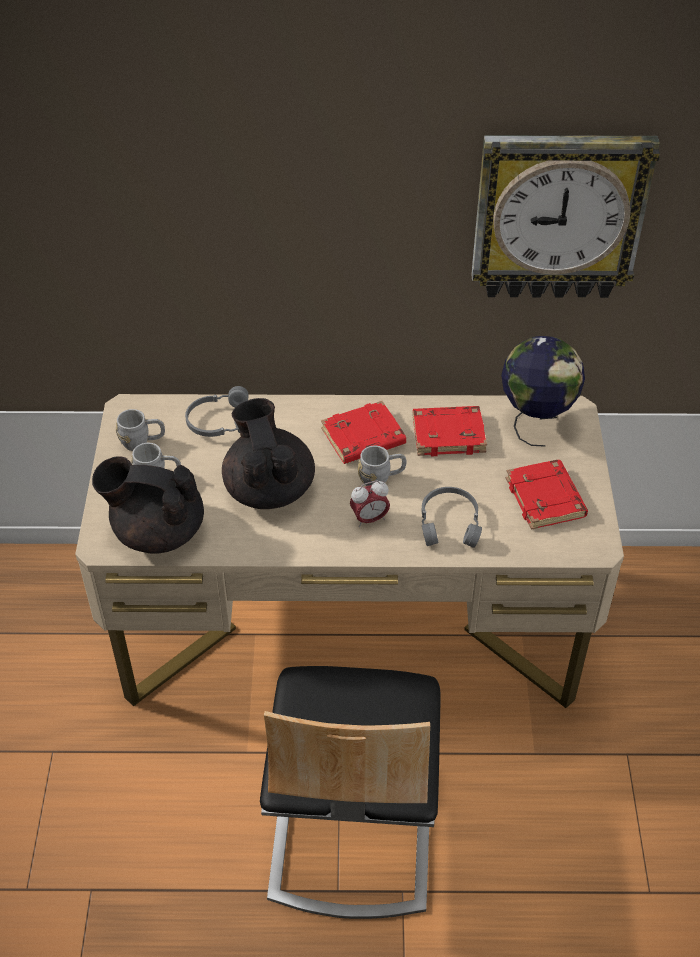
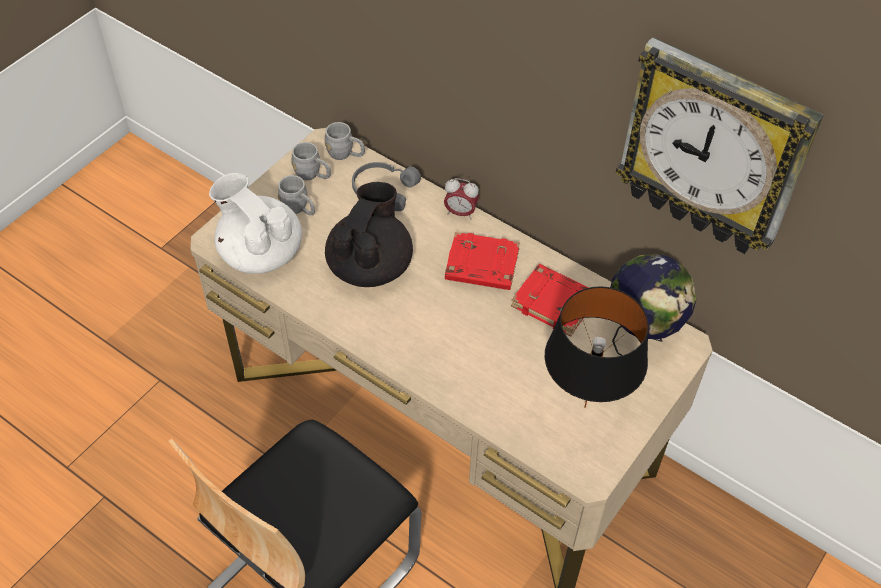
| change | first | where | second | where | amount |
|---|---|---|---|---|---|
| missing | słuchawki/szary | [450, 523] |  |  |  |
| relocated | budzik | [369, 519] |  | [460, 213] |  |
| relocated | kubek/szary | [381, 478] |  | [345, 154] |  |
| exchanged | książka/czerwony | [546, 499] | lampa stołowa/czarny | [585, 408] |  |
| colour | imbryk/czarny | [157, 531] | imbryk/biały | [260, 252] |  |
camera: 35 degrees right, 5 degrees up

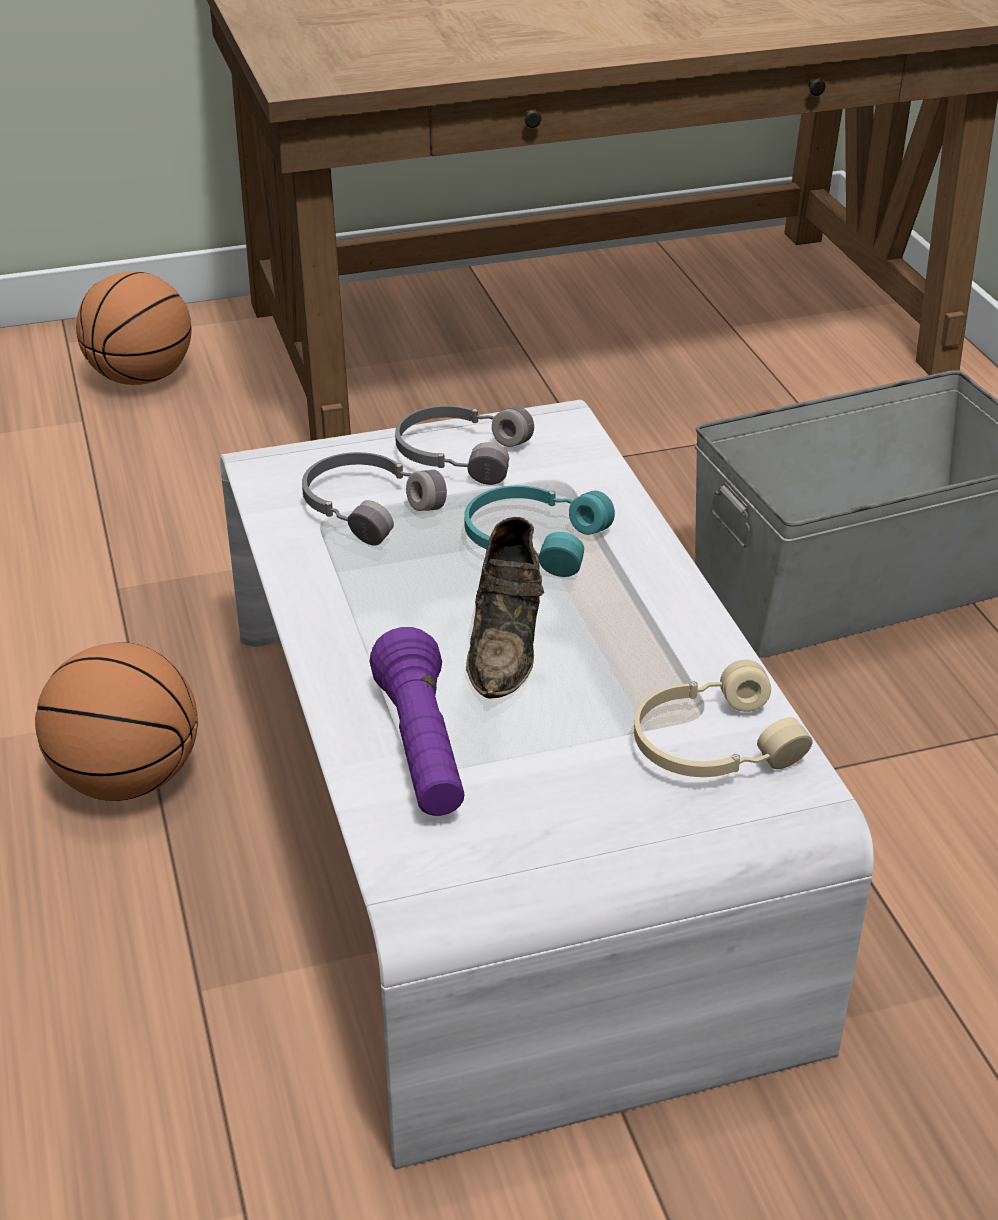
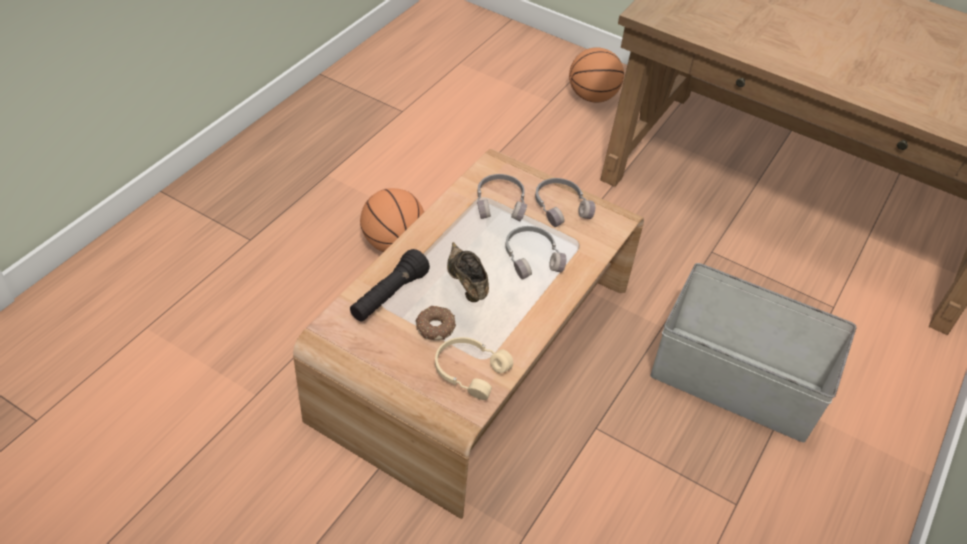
| change | first | where | second | where | amount |
|---|---|---|---|---|---|
| appeared |  |  | donut | [435, 327] |  |
| colour | ława/biały | [499, 820] | ława/brązowy | [476, 351] |  |
| colour | latarka/fioletowy | [422, 749] | latarka/czarny | [389, 296] |  |
| colour | słuchawki/turkusowy | [533, 540] | słuchawki/szary | [532, 257] |  |
| spun | but/brązowy | [506, 642] |  | [466, 284] | 105 degrees clockwise |
camera: 45 degrees right, 10 degrees up

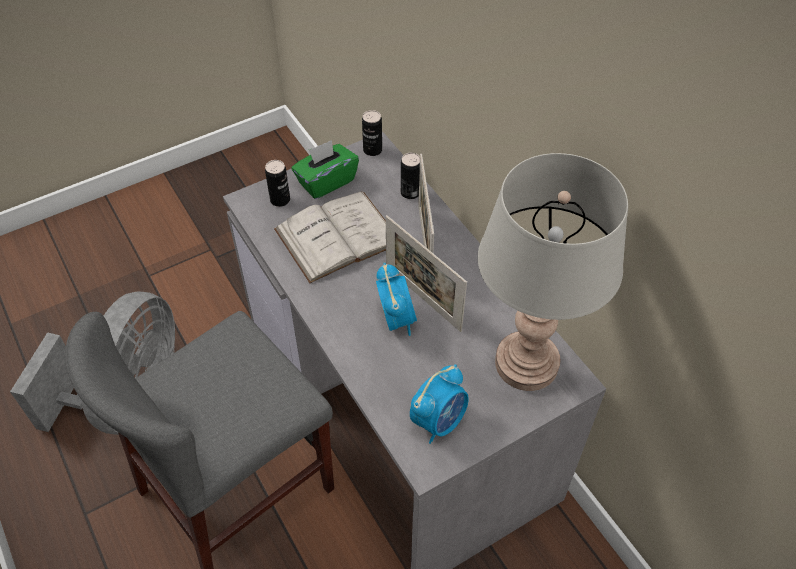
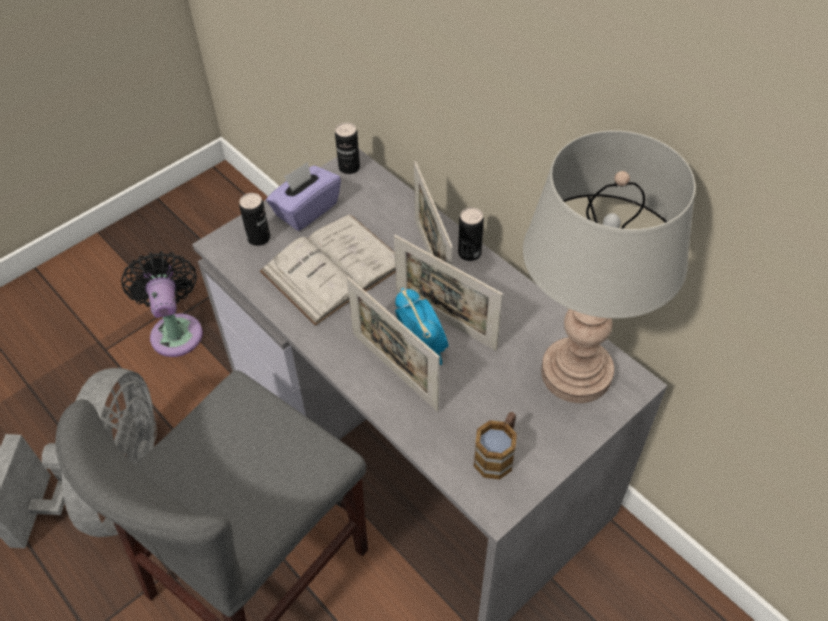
| change | first | where | second | where | amount |
|---|---|---|---|---|---|
| appeared |  |  | wentylator/czarny | [176, 330] |  |
| appeared |  |  | ramka na zdjęcie | [394, 371] |  |
| relocated | puszka | [410, 192] |  | [469, 253] |  |
| exchanged | budzik | [439, 421] | kubek | [497, 454] |  |
| colour | pudełko chusteczek/zielony | [326, 182] | pudełko chusteczek/fioletowy | [306, 210] |  |
camera: 10 degrees left, 0 degrees up

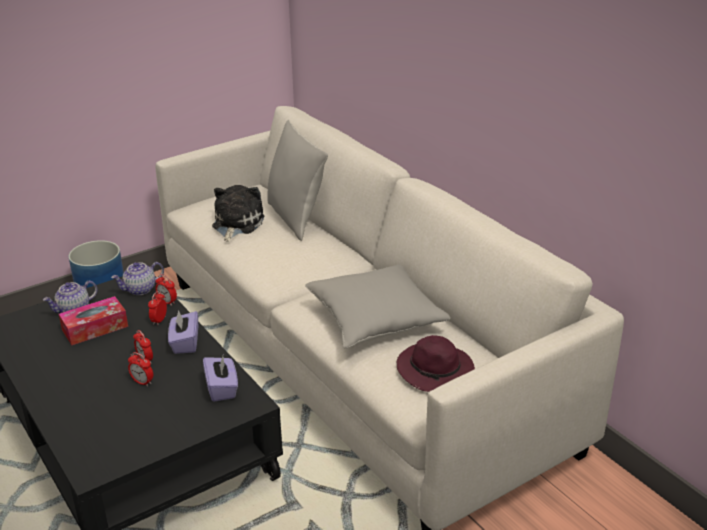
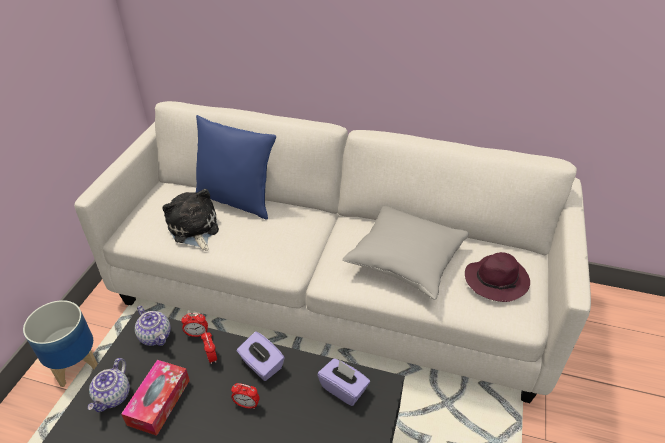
| change | first | where | second | where | amount |
|---|---|---|---|---|---|
| missing | budzik | [142, 382] |  |  |  |
| colour | poduszka/szary | [296, 218] | poduszka/niebieski | [237, 200] |  |
| spun | imbryk | [140, 289] |  | [156, 336] | 60 degrees counterclockwise |
camera: 40 degrees left, 10 degrees up

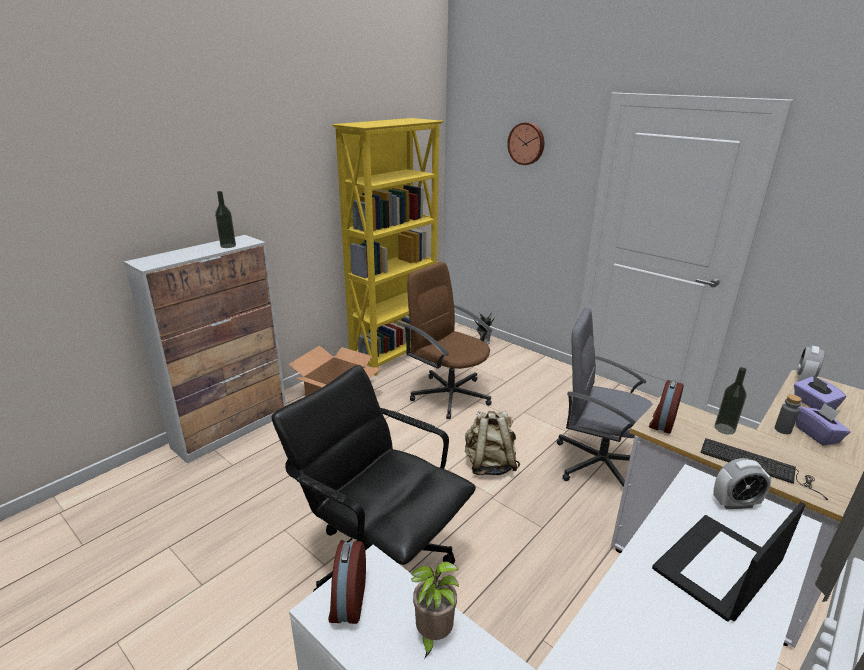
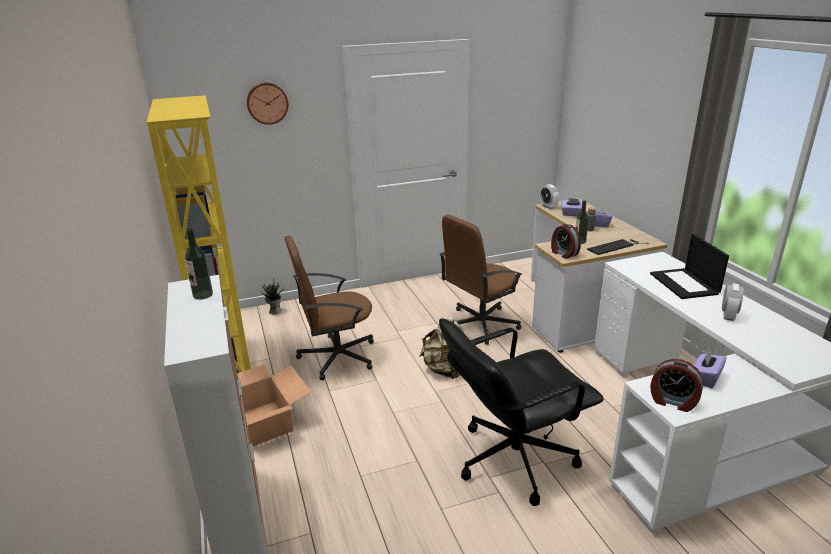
| change | first | where | second | where | amount |
|---|---|---|---|---|---|
| relocated | budzik | [735, 503] |  | [728, 315] |  |
| exchanged | roślina doniczkowa | [432, 636] | pudełko chusteczek/fioletowy | [705, 378] |  |
| colour | krzesło biurowe/szary | [599, 463] | krzesło biurowe/brązowy | [480, 324] |  |
camera: 60 degrees left, 0 degrees up

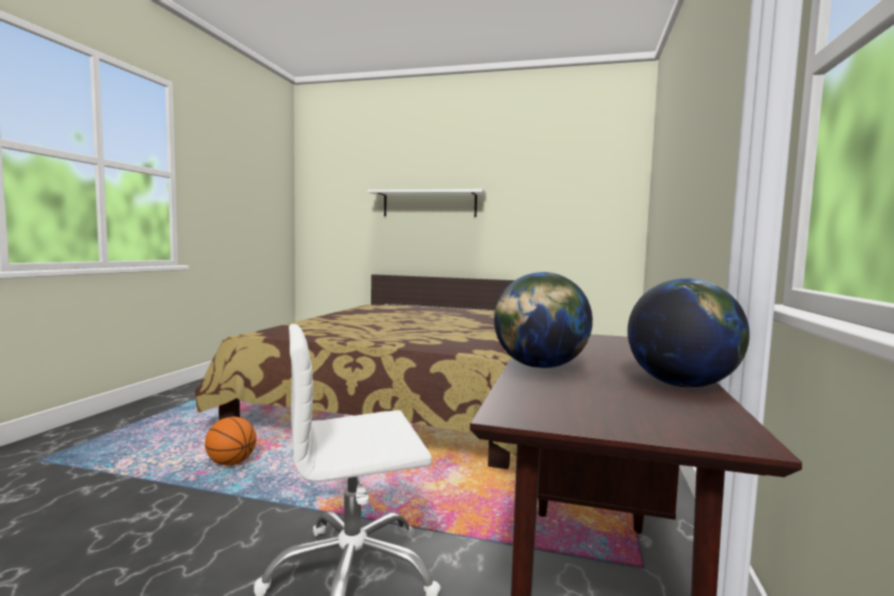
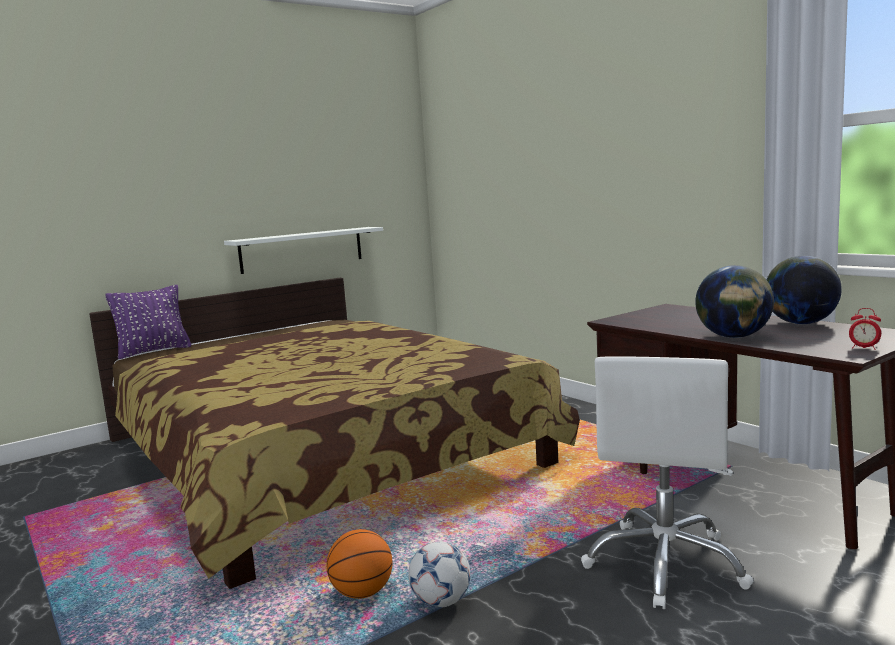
| change | first | where | second | where | amount |
|---|---|---|---|---|---|
| appeared |  |  | poduszka/fioletowy | [154, 351] |  |
| appeared |  |  | piłka futbolowa | [441, 602] |  |
| appeared |  |  | budzik | [864, 348] |  |
| relocated | półka/biały | [429, 204] |  | [302, 249] |  |
camera: 50 degrees left, 5 degrees up

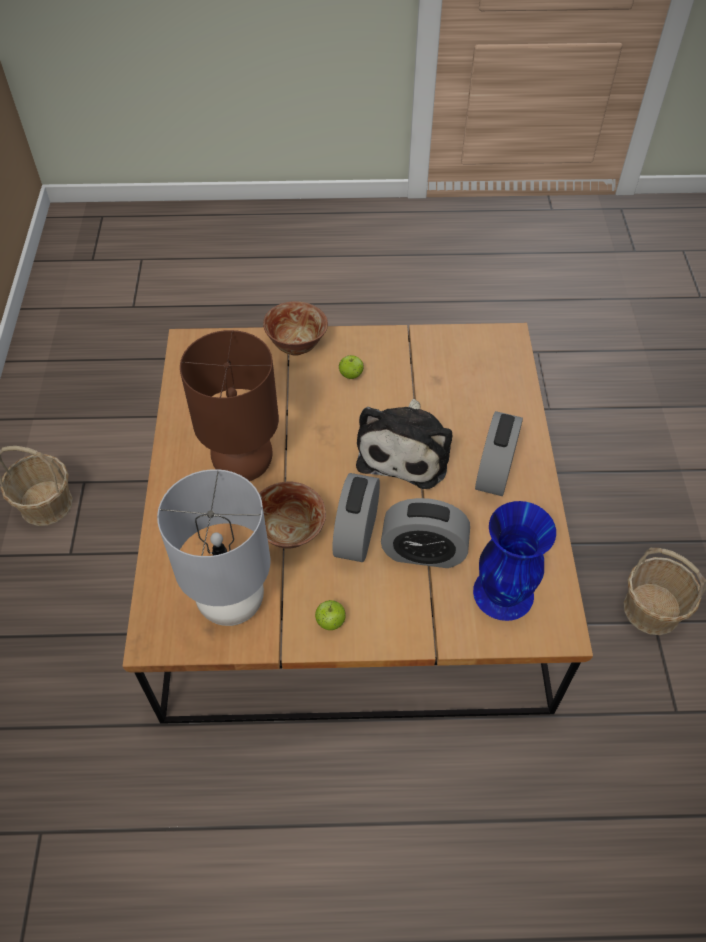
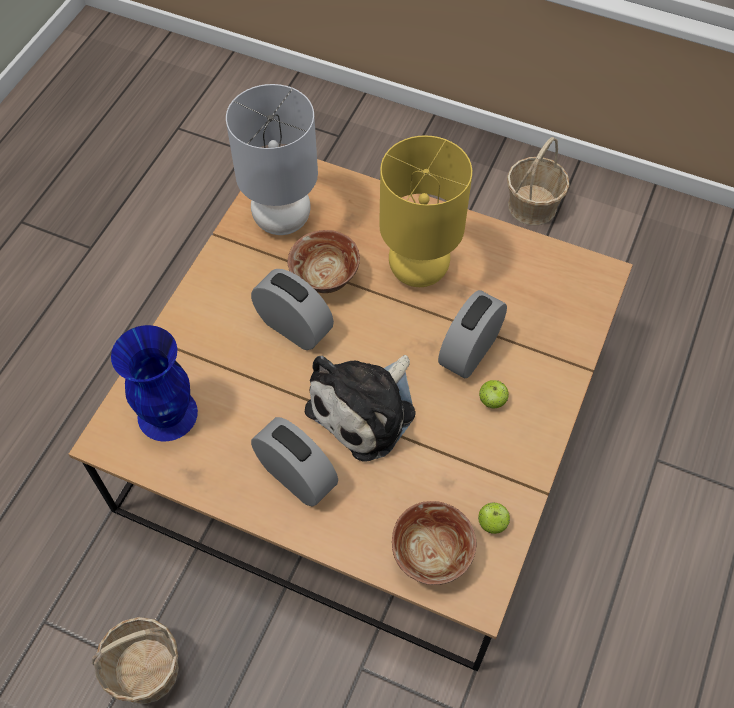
| change | first | where | second | where | amount |
|---|---|---|---|---|---|
| relocated | miska | [296, 345] |  | [431, 555] |  |
| relocated | jabłko | [330, 622] |  | [492, 523] |  |
| relocated | budzik | [423, 552] |  | [469, 351] |  |
| colour | lampa stołowa/brązowy | [243, 464] | lampa stołowa/żółty | [419, 270] |  |
| spun | pluszak | [406, 450] |  | [366, 408] | 90 degrees counterclockwise |
camera: 115 degrees right, 5 degrees up

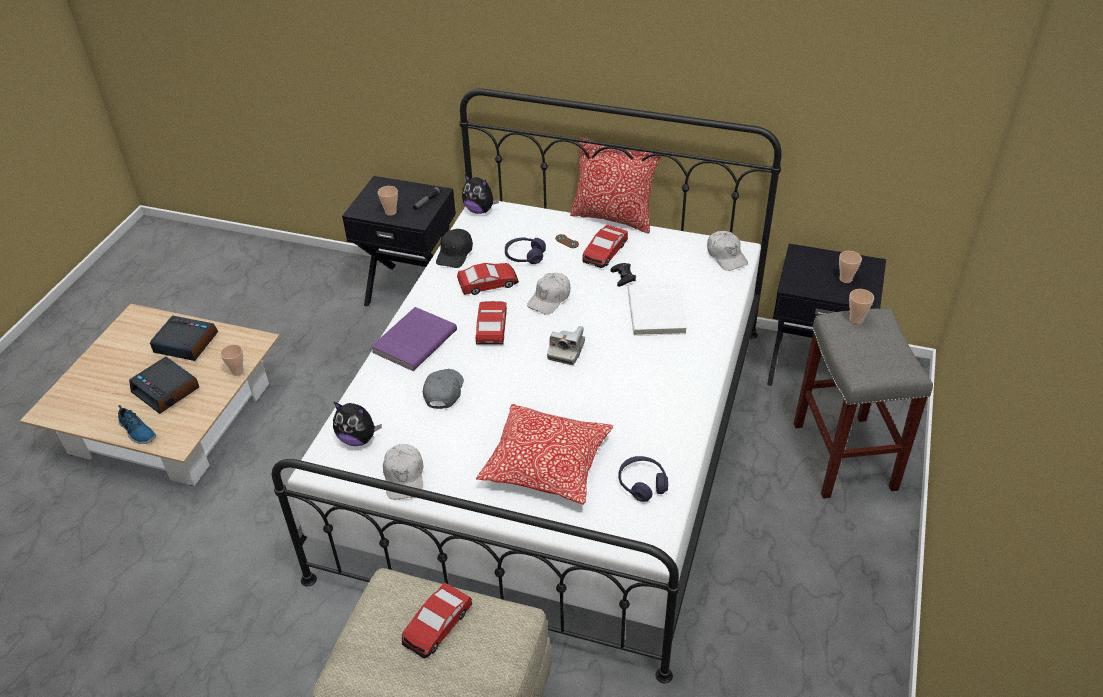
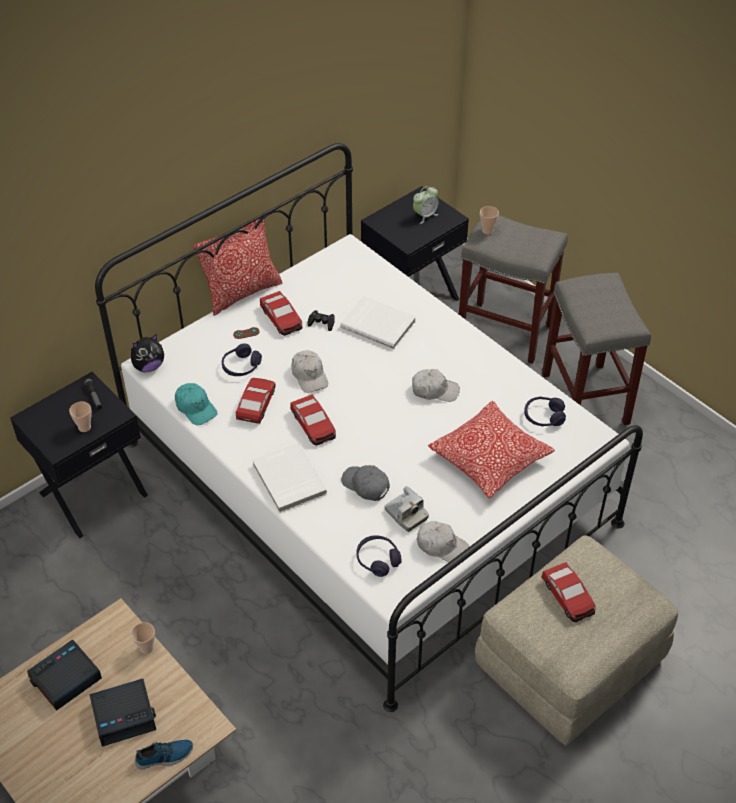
| change | first | where | second | where | amount |
|---|---|---|---|---|---|
| appeared |  |  | stołek/szary | [586, 399] |  |
| relocated | aparat fotograficzny | [566, 351] |  | [406, 514] |  |
| relocated | czapka z daszkiem/biały | [726, 256] |  | [434, 390] |  |
| exchanged | pluszak | [358, 438] | słuchawki/fioletowy | [378, 560] |  |
| exchanged | filiżanka | [845, 279] | budzik | [425, 215] |  |
| colour | książka/fioletowy | [413, 341] | książka/biały | [287, 480] |  |
| colour | czapka z daszkiem/czarny | [455, 254] | czapka z daszkiem/turkusowy | [195, 408] |  |
| spun | samochodzik | [491, 327] |  | [313, 425] | 150 degrees counterclockwise |
camera: 60 degrees left, 5 degrees up

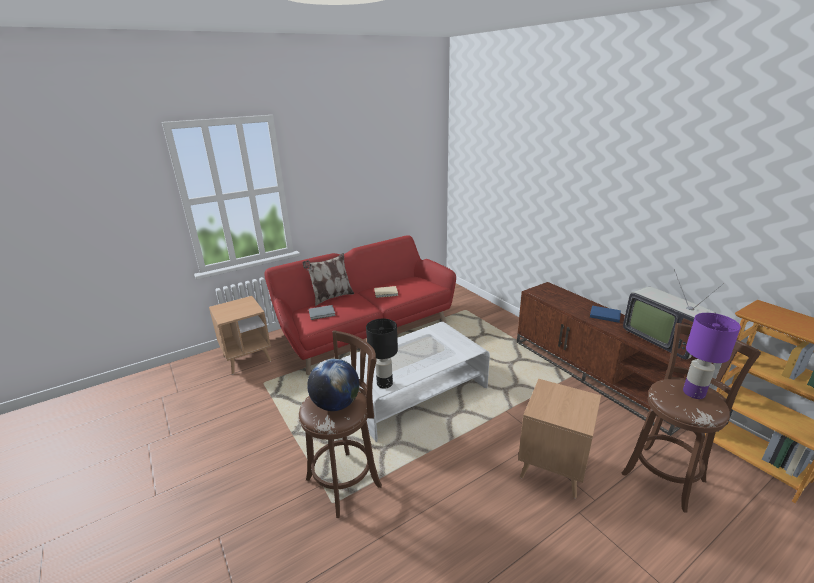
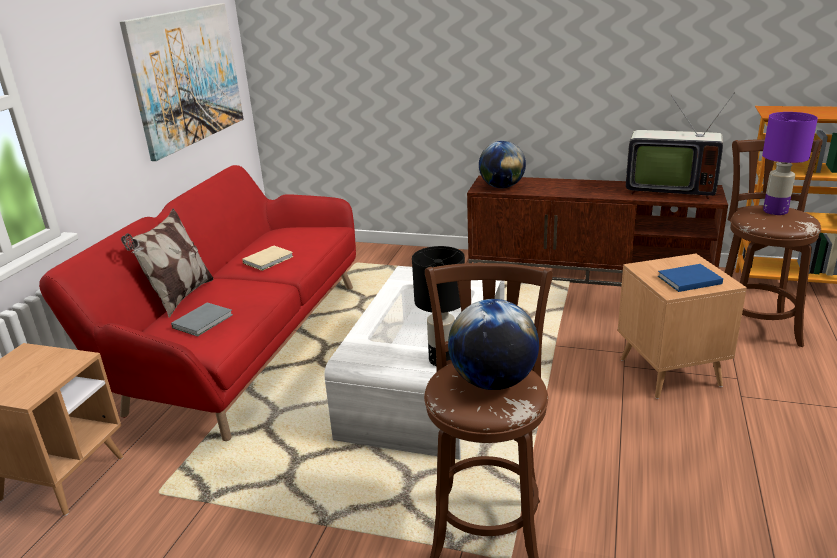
| change | first | where | second | where | amount |
|---|---|---|---|---|---|
| appeared |  |  | obraz | [187, 77] |  |
| appeared |  |  | globus | [502, 187] |  |
| relocated | książka/niebieski | [604, 315] |  | [687, 280] |  |
camera: 40 degrees left, 0 degrees up

